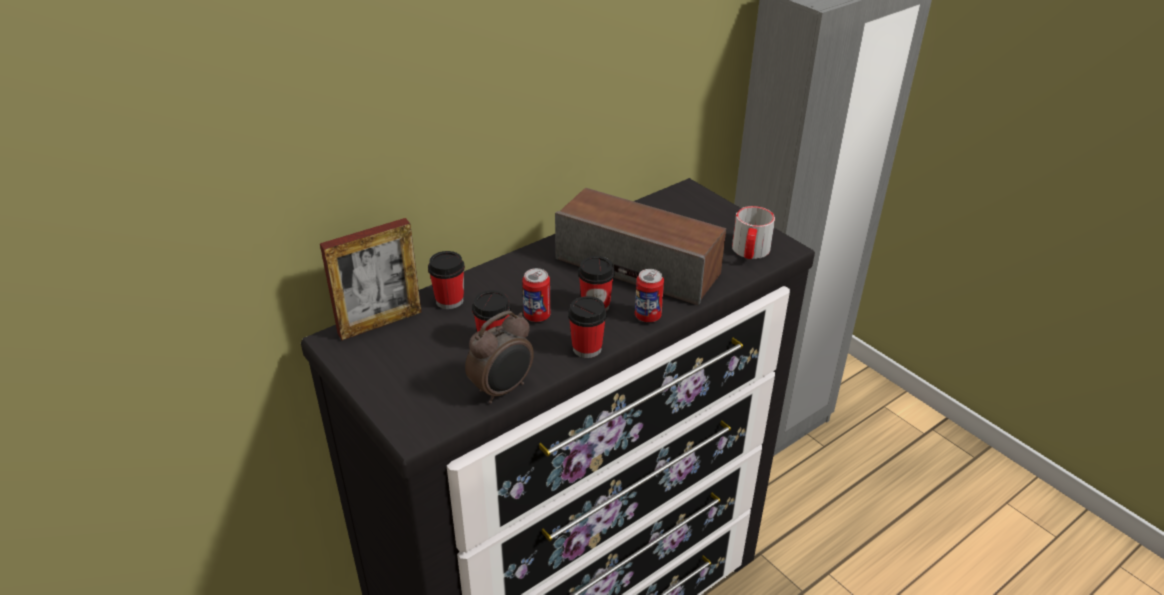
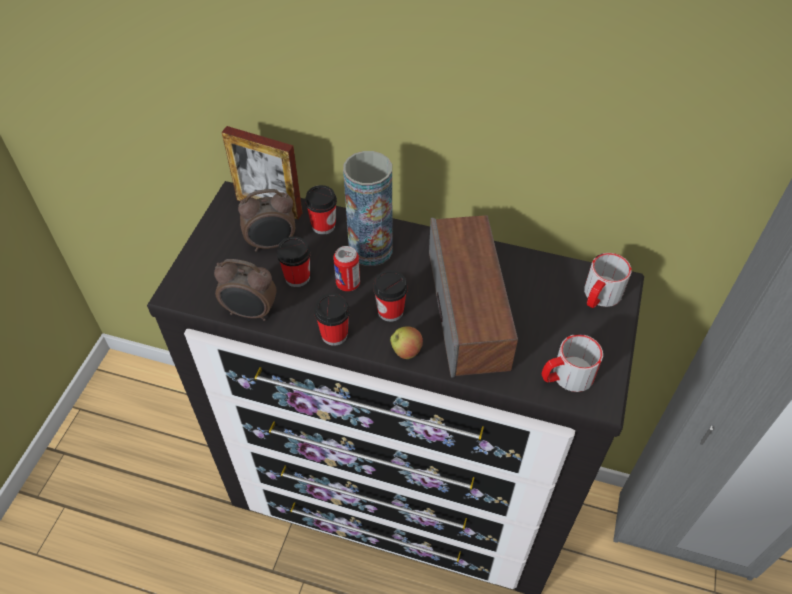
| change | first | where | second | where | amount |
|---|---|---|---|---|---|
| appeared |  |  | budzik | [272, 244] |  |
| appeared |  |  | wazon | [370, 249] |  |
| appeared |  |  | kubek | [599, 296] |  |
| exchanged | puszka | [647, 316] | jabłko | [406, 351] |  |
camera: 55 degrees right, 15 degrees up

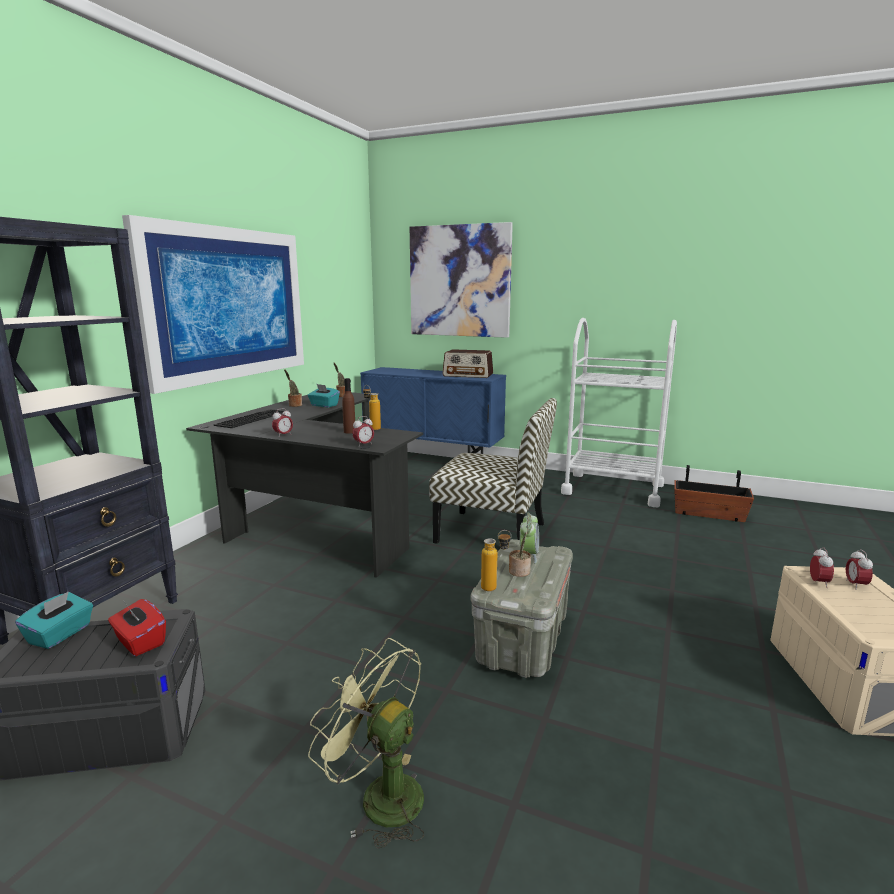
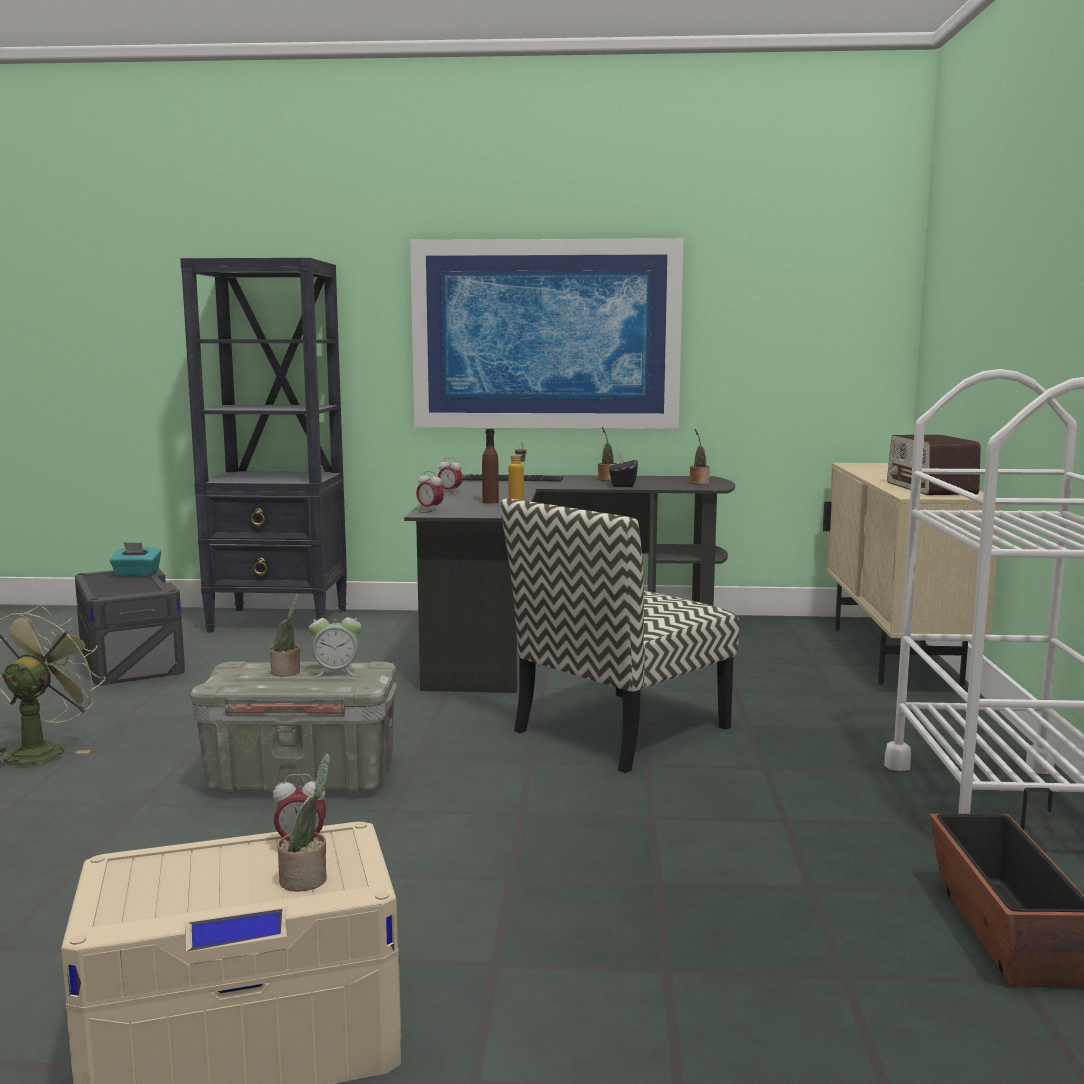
| change | first | where | second | where | amount |
|---|---|---|---|---|---|
| missing | pudełko chusteczek/czerwony | [139, 642] |  |  |  |
| missing | obraz | [459, 281] |  |  |  |
| missing | butelka | [495, 587] |  |  |  |
| exchanged | budzik | [855, 585] | roślina doniczkowa | [307, 879] |  |
| colour | pudełko chusteczek/turkusowy | [324, 405] | pudełko chusteczek/czarny | [623, 485] |  |
| colour | szafka/niebieski | [433, 462] | szafka/beżowy | [894, 656] |  |
| spun | krzesło | [493, 533] |  | [620, 730] | 45 degrees clockwise |
camera: 70 degrees right, 5 degrees down

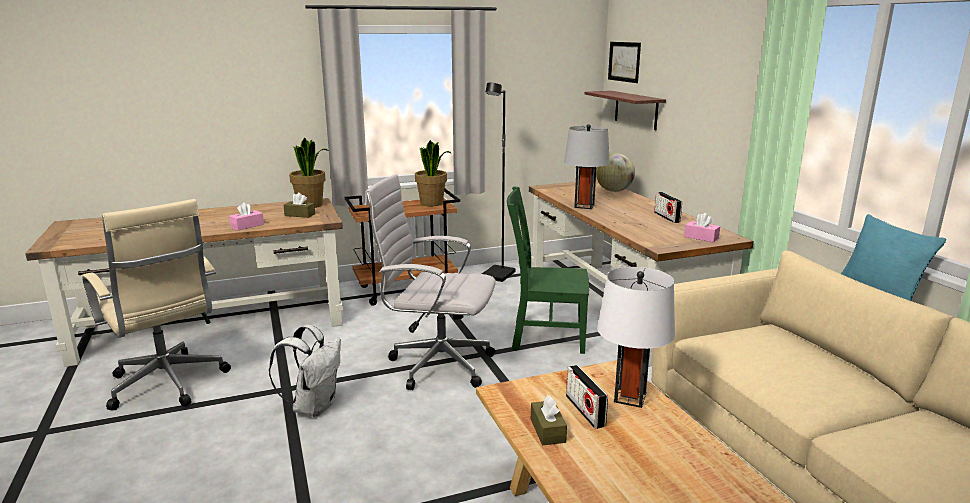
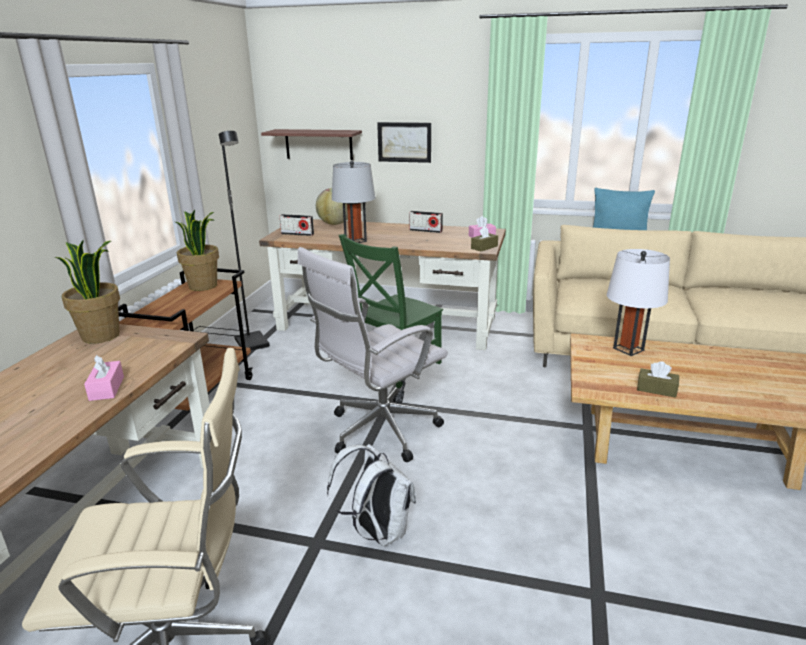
| change | first | where | second | where | amount |
|---|---|---|---|---|---|
| relocated | pudełko chusteczek/brązowy | [300, 215] |  | [484, 247] |  |
| relocated | radio | [585, 411] |  | [297, 234] |  |
| relocated | obraz | [624, 61] |  | [404, 142] |  |
camera: 55 degrees left, 5 degrees up

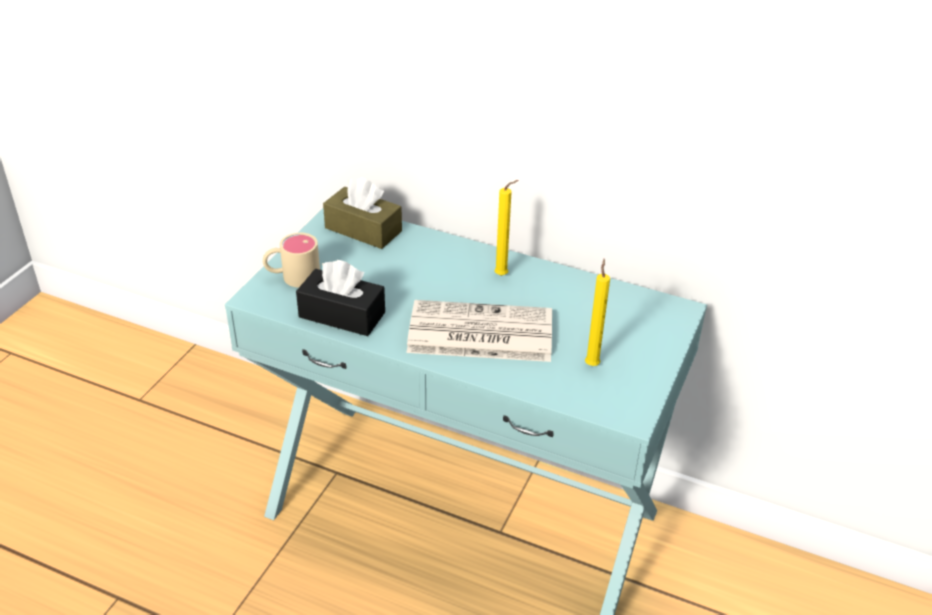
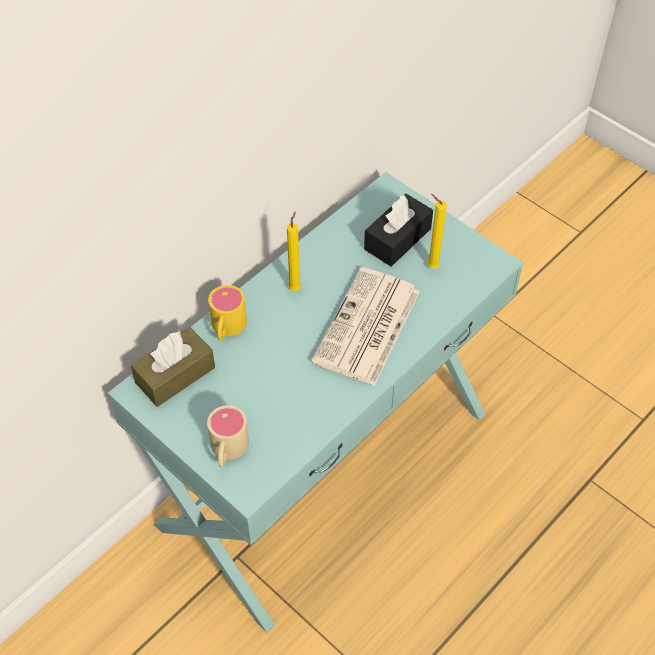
| change | first | where | second | where | amount |
|---|---|---|---|---|---|
| appeared |  |  | kubek/żółty | [227, 328] |  |
| relocated | pudełko chusteczek/czarny | [342, 315] |  | [397, 239] |  |
camera: 70 degrees left, 15 degrees up

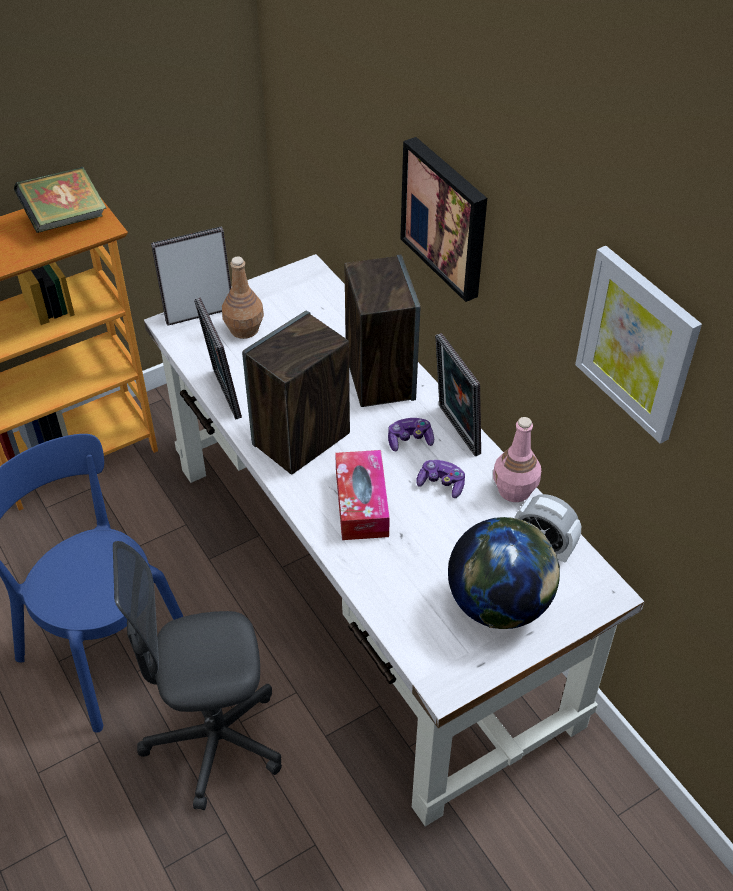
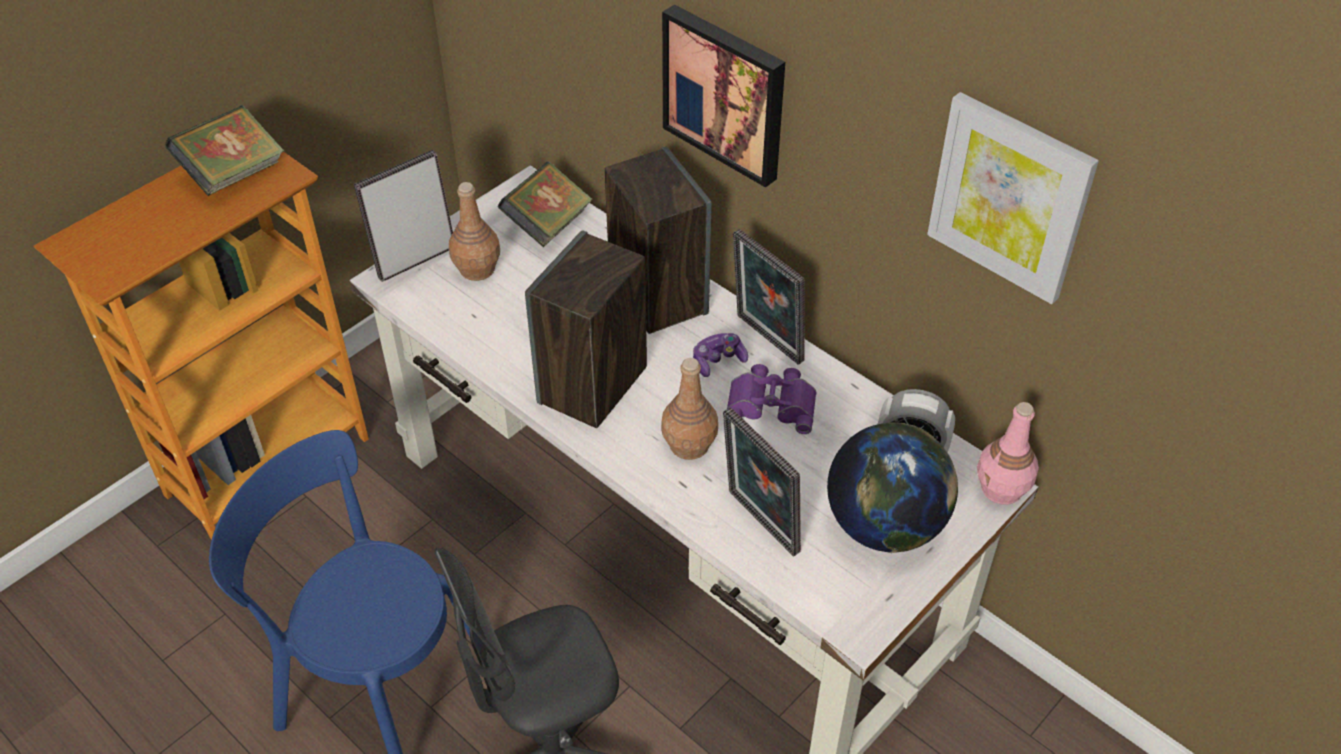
| change | first | where | second | where | amount |
|---|---|---|---|---|---|
| appeared |  |  | książka | [548, 225] |  |
| relocated | ramka na zdjęcie | [222, 395] |  | [759, 524] |  |
| relocated | butelka/różowy | [514, 490] |  | [1002, 489] |  |
| exchanged | pudełko chusteczek | [361, 504] | butelka/brązowy | [690, 445] |  |
| exchanged | pad do gier | [441, 484] | lornetka/fioletowy | [772, 403] |  |
camera: 15 degrees left, 0 degrees up

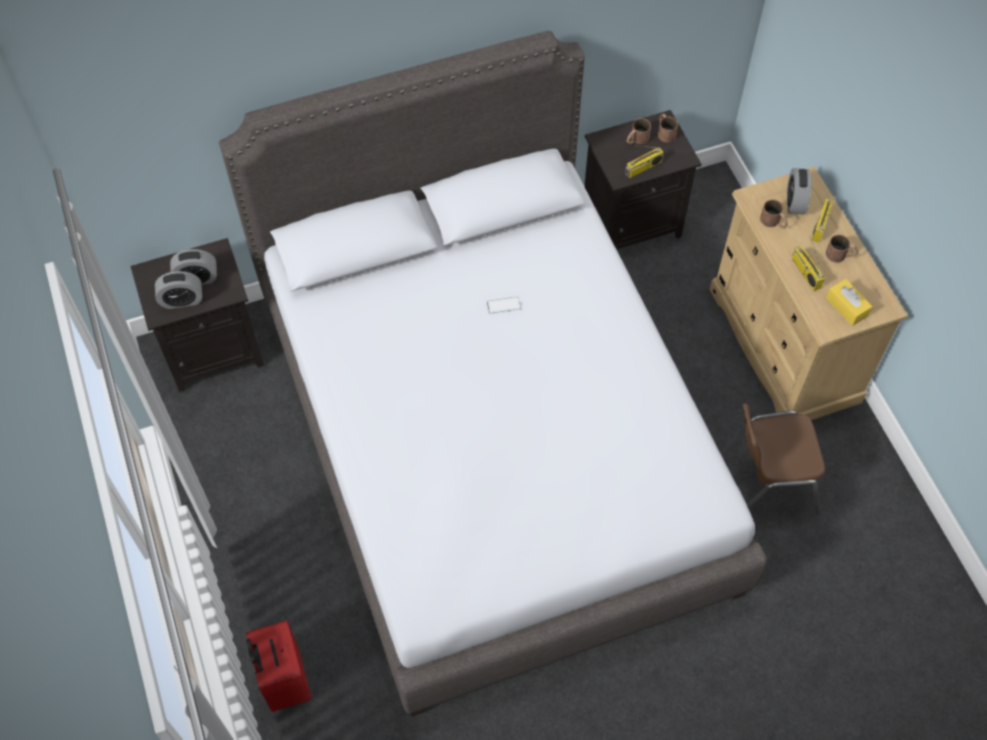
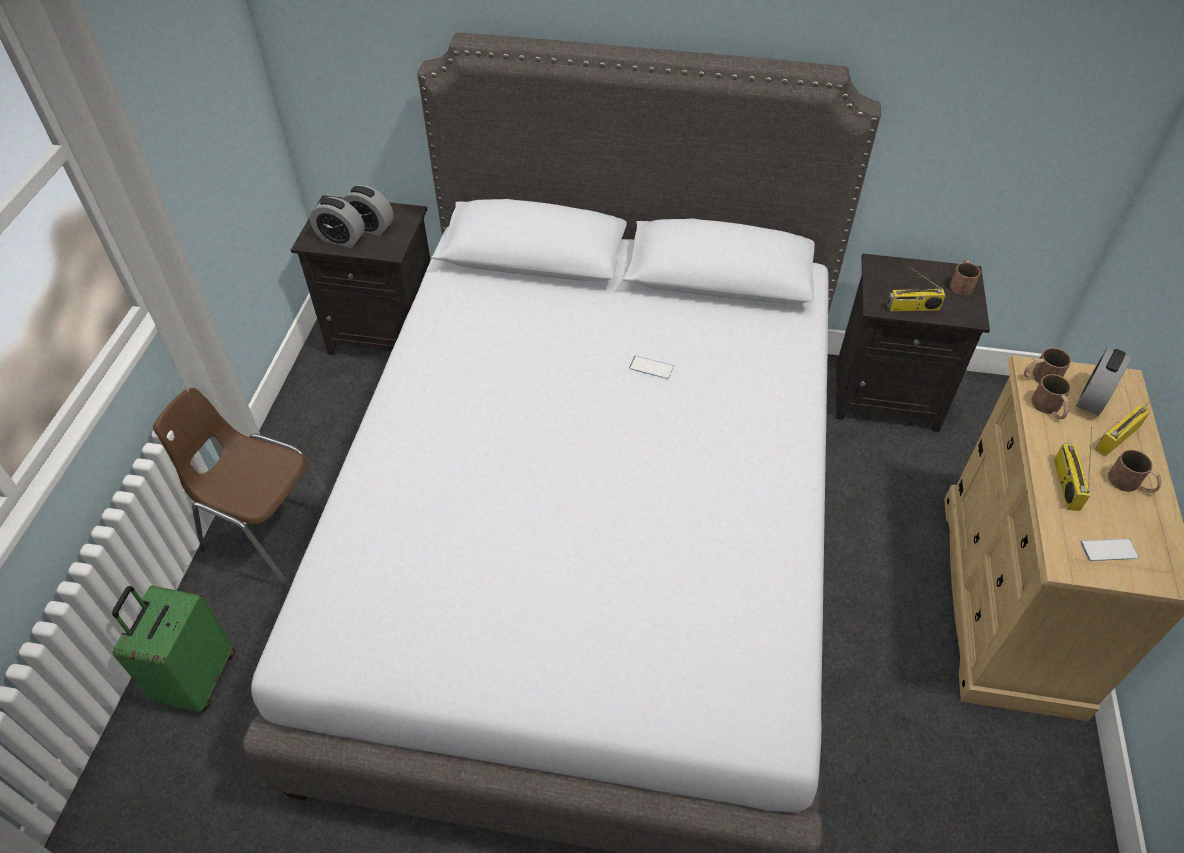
| change | first | where | second | where | amount |
|---|---|---|---|---|---|
| relocated | kubek/brązowy | [636, 139] |  | [1039, 377] |  |
| relocated | krzesło/brązowy | [764, 484] |  | [271, 533] |  |
| exchanged | pudełko chusteczek/żółty | [846, 307] | telefon | [1109, 550] |  |
| colour | walizka/czerwony | [284, 682] | walizka/zielony | [196, 678] |  |
camera: 30 degrees right, 10 degrees down

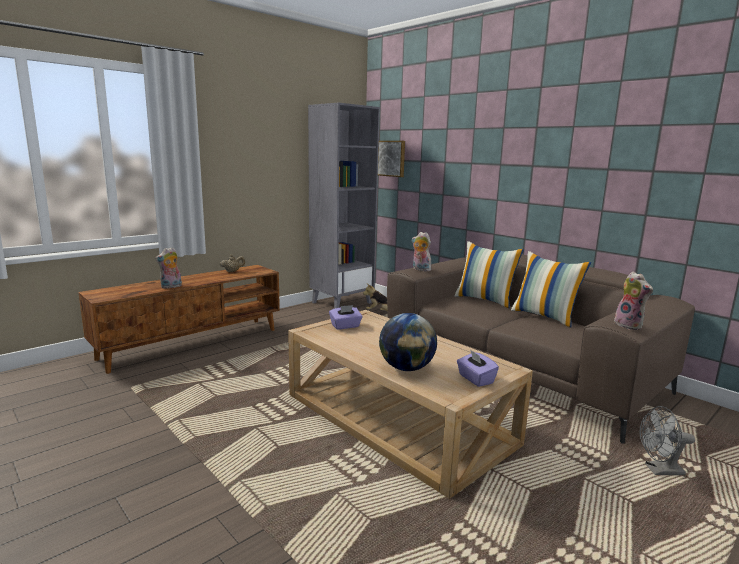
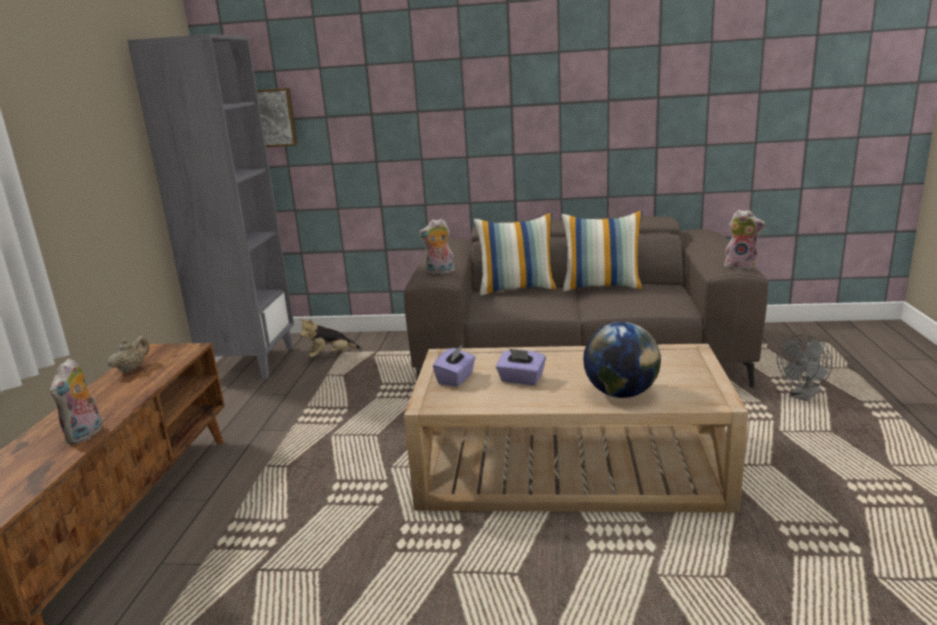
| change | first | where | second | where | amount |
|---|---|---|---|---|---|
| relocated | pudełko chusteczek/fioletowy | [475, 379] |  | [521, 379] |  |
camera: 40 degrees left, 5 degrees up

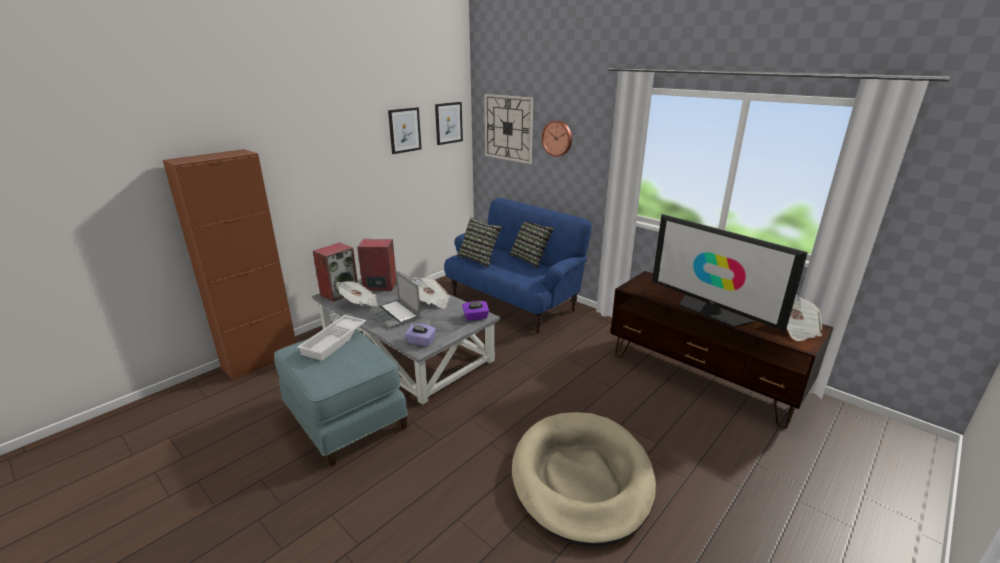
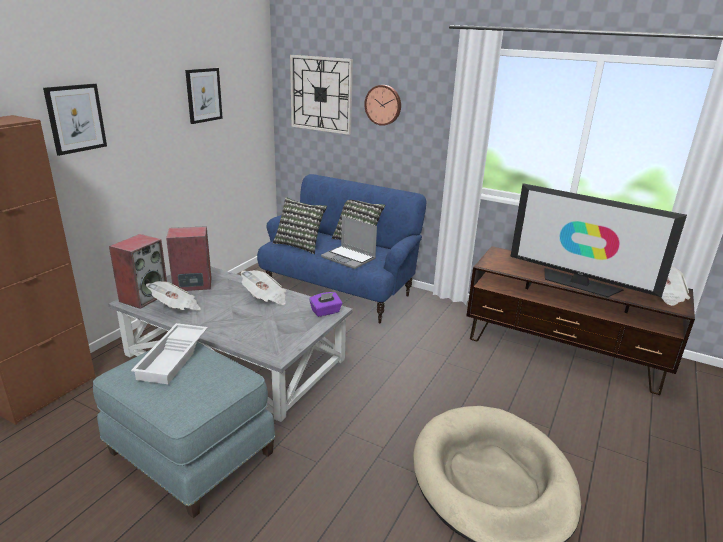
| change | first | where | second | where | amount |
|---|---|---|---|---|---|
| missing | pudełko chusteczek/fioletowy | [421, 342] |  |  |  |
| relocated | laptop | [396, 315] |  | [349, 258] |  |
| relocated | obraz | [448, 123] |  | [76, 118] |  |
camera: 15 degrees left, 0 degrees up

